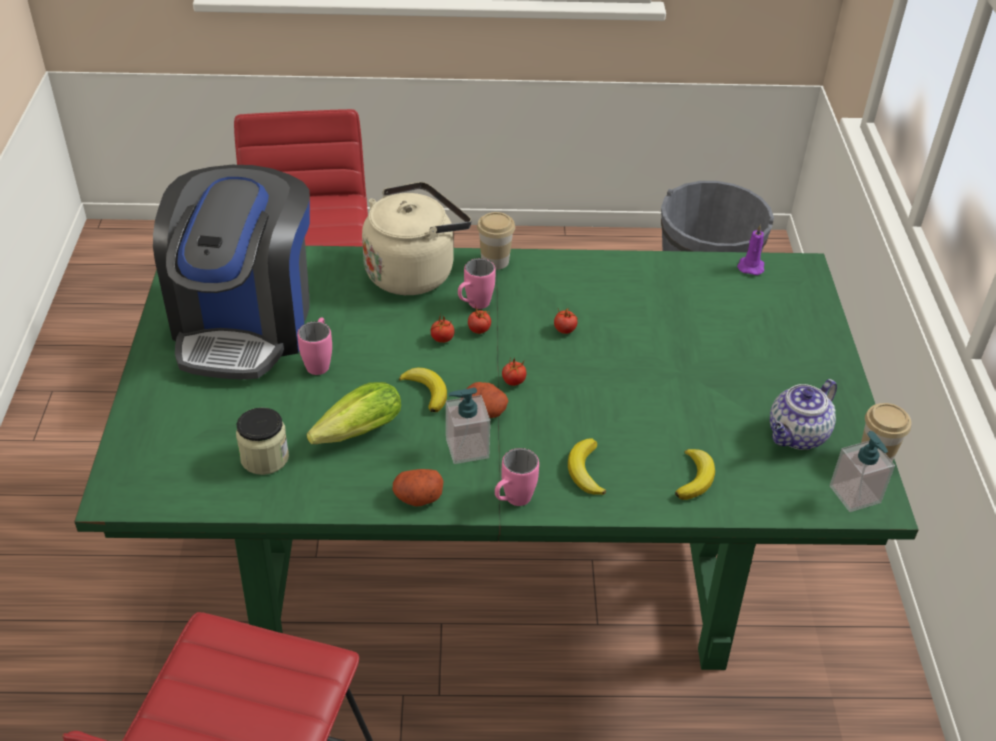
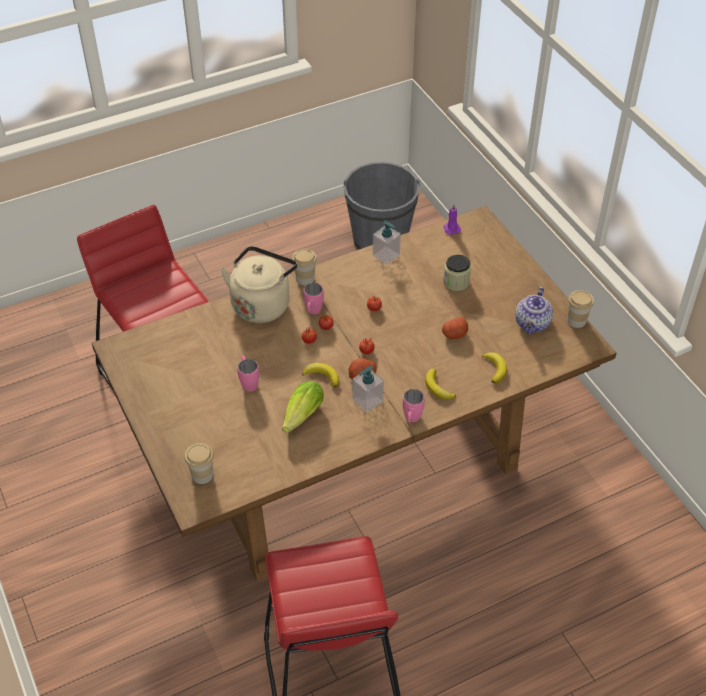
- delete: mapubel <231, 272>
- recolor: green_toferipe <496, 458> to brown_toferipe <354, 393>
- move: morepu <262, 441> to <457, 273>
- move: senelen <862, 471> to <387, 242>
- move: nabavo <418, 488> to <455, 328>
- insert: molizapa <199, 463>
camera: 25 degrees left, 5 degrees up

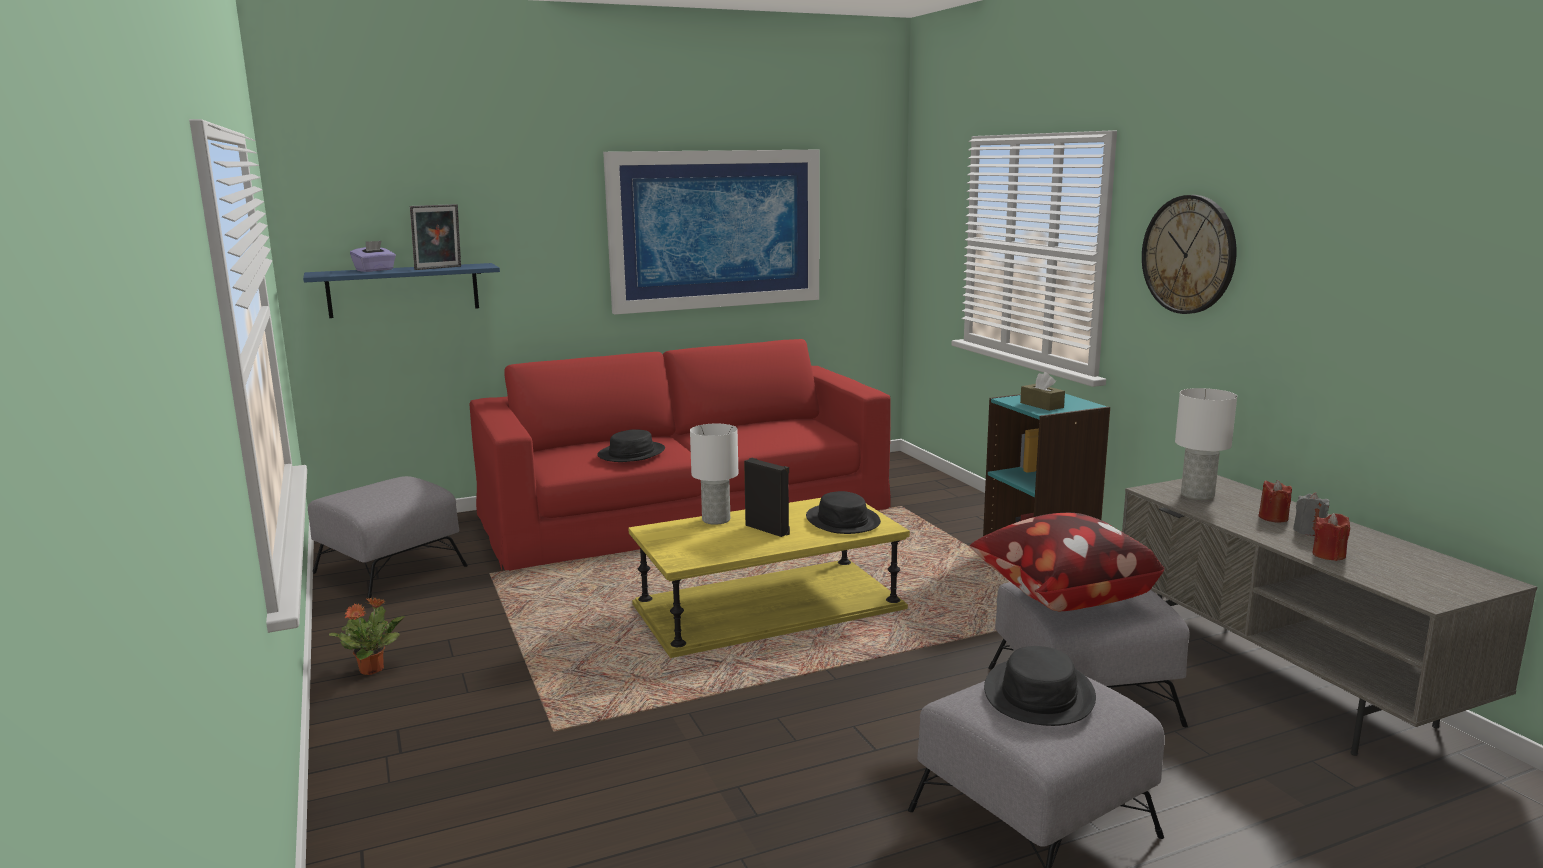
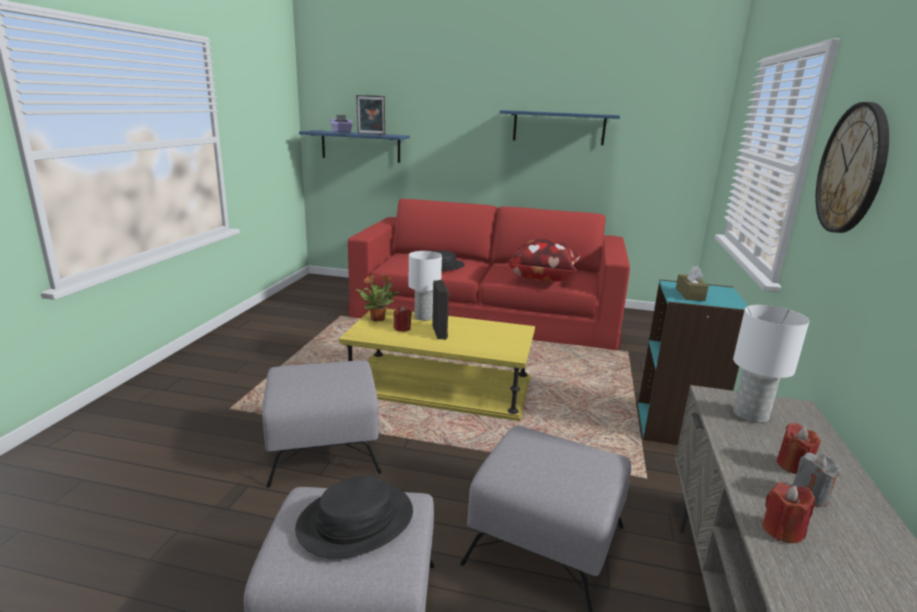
- replace: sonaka <711, 232> to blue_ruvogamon <560, 127>
- move: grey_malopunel <388, 539> to <322, 424>
- delete: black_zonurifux <843, 512>
- move: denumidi <1067, 562> to <543, 260>
- move: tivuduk <367, 636> to <377, 297>
- insert: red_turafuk <402, 319>
camera: 35 degrees right, 5 degrees up

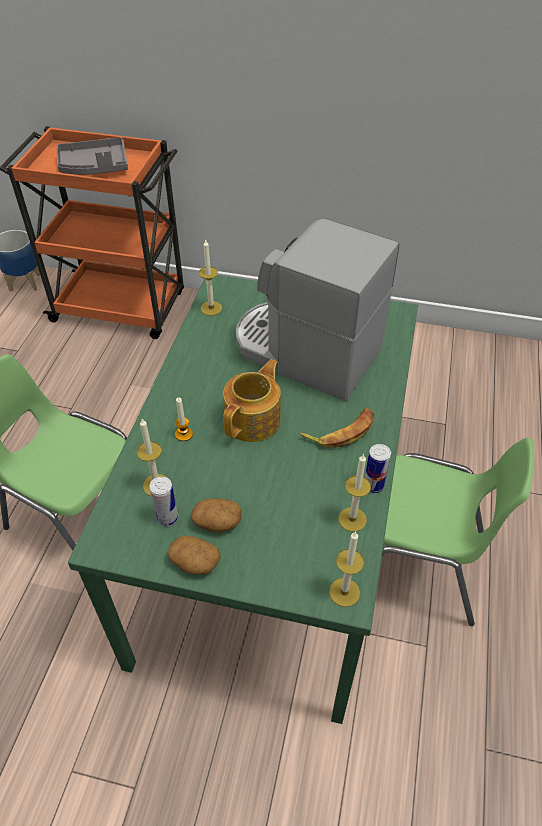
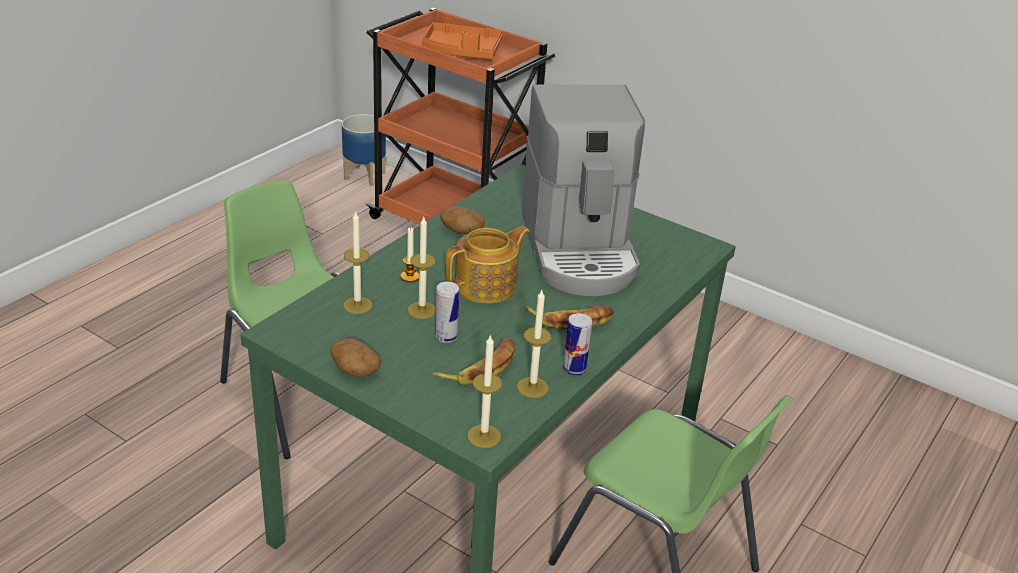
- recolor: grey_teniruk <92, 156> to orange_teniruk <462, 40>
- rotate: mapubel <317, 309> = <583, 190> 150 degrees counterclockwise
- move: turafuk <210, 277> to <421, 268>
- move: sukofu <163, 501> to <447, 312>
- move: nabavo <217, 515> to <462, 220>
- insert: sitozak <474, 361>
camera: 20 degrees right, 15 degrees down

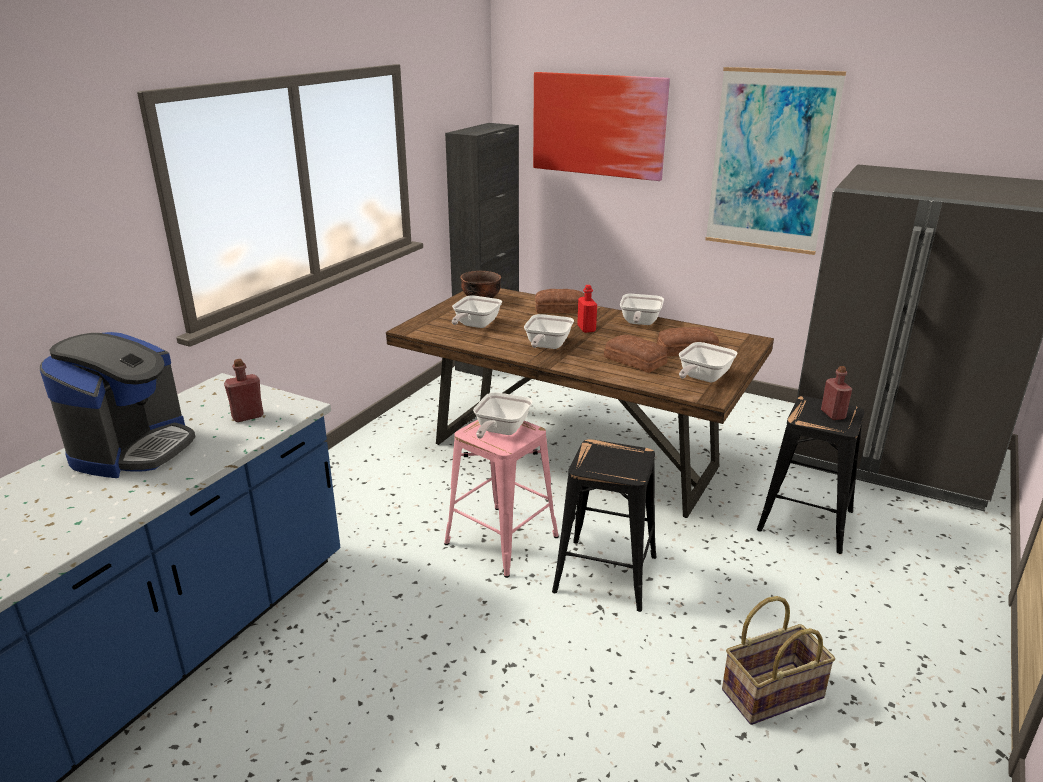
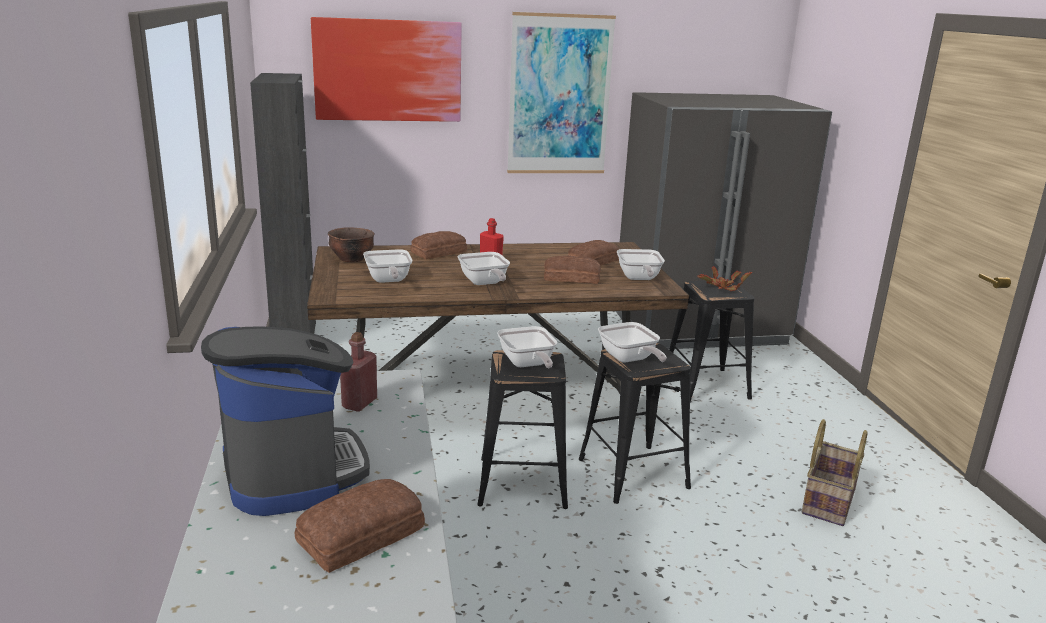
- move: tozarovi <642, 309> to <632, 342>
- replace: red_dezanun <836, 393> to tivuduk <724, 278>
- recolor: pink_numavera <501, 499> to black_numavera <522, 429>
- insert: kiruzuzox <359, 526>
camera: 40 degrees left, 5 degrees down

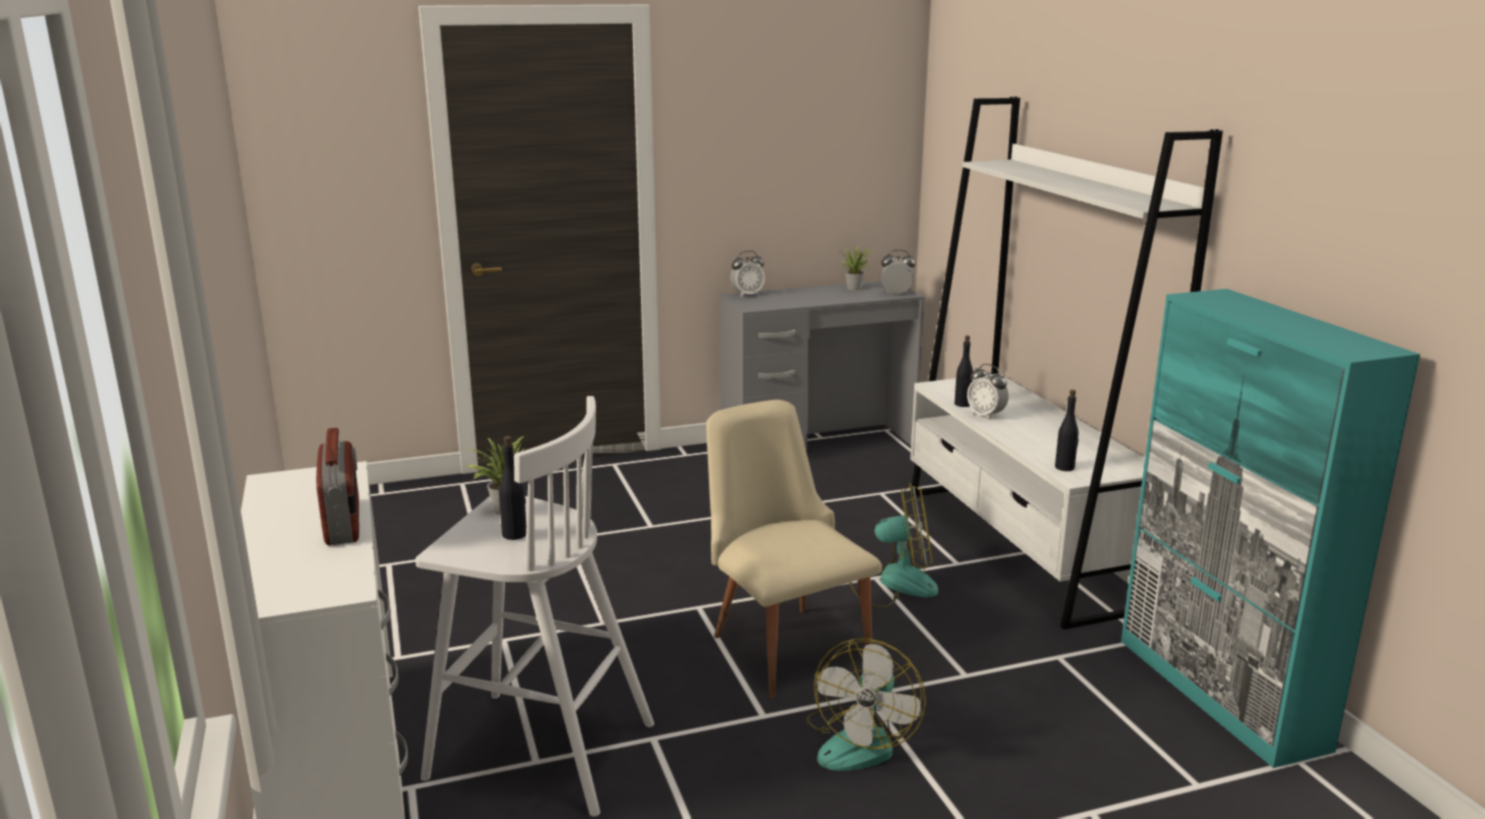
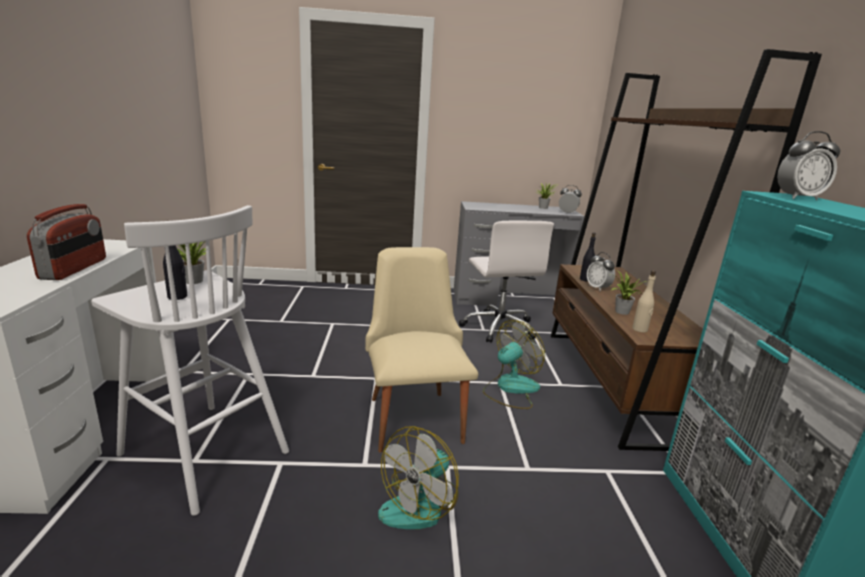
- recolor: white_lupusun <1066, 363> to brown_lupusun <686, 250>
- move: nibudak <747, 274> to <808, 165>
- recolor: black_dezanun <1067, 430> to beige_dezanun <644, 301>
- rotate: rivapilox <893, 545> = <514, 364> 60 degrees counterclockwise
- insert: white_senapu <506, 282>
- insert: tivuduk <629, 292>
camera: 15 degrees right, 0 degrees up

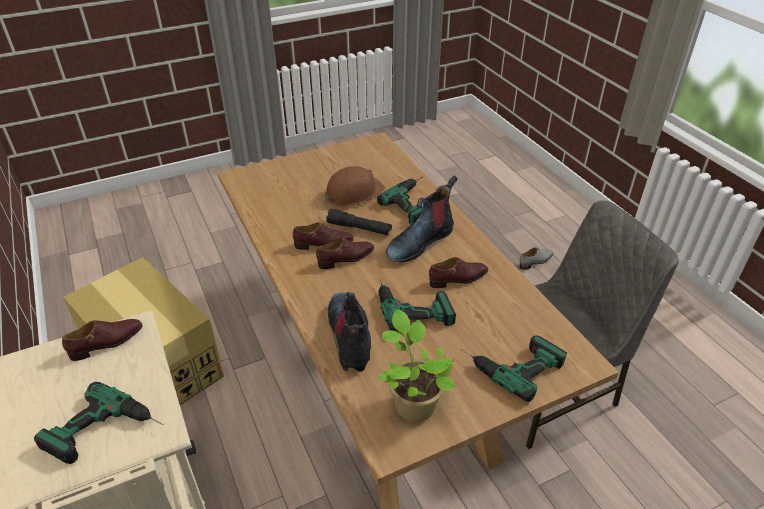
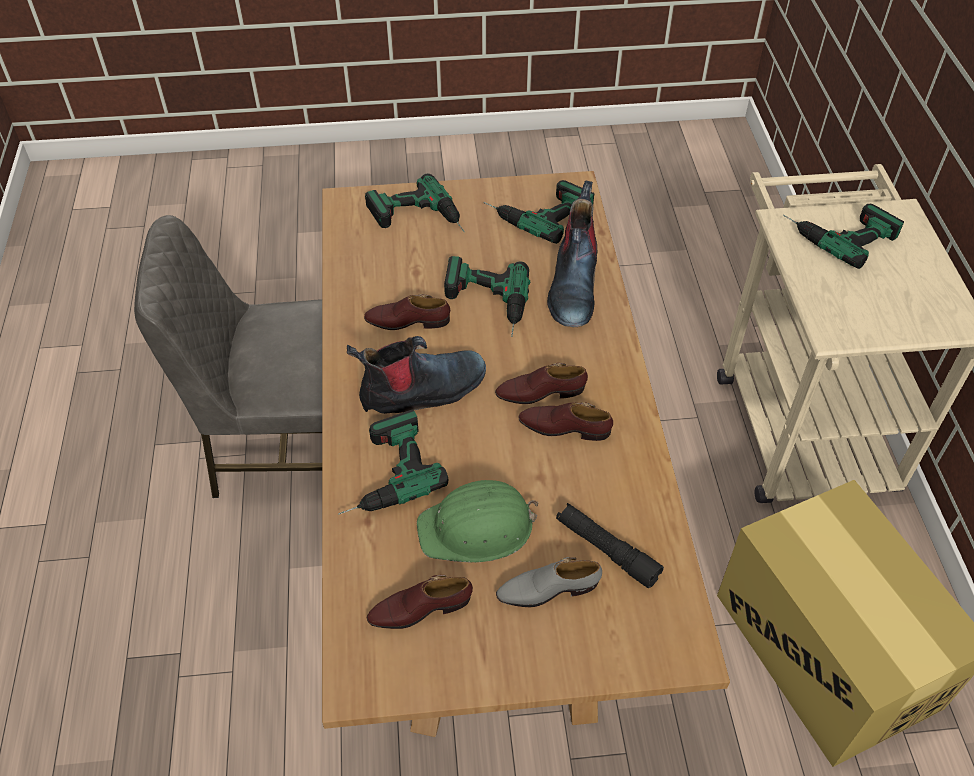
- recolor: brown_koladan <354, 186> to green_koladan <477, 521>
- move: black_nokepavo <359, 222> to <610, 545>
- move: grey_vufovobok <537, 258> to <549, 582>
- replace: tivuduk <416, 365> to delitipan <539, 212>
- move: brown_vufovobok <102, 340> to <420, 602>
camera: 160 degrees left, 10 degrees up

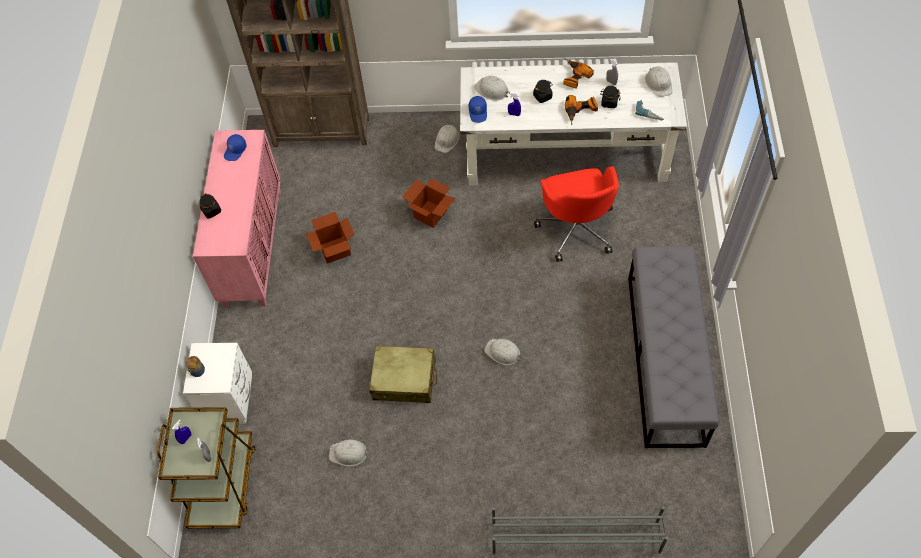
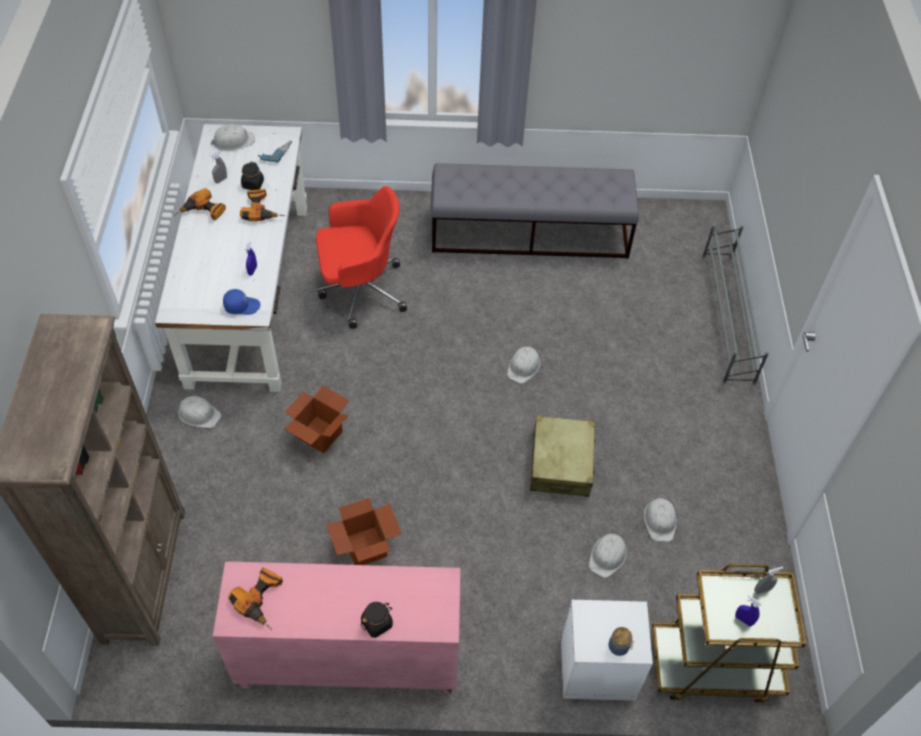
- move: white_koladan <492, 88> to <608, 555>
- delete: black_morepu <543, 91>
- replace: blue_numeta <235, 147> to delitipan <255, 598>
camera: 95 degrees left, 5 degrees down

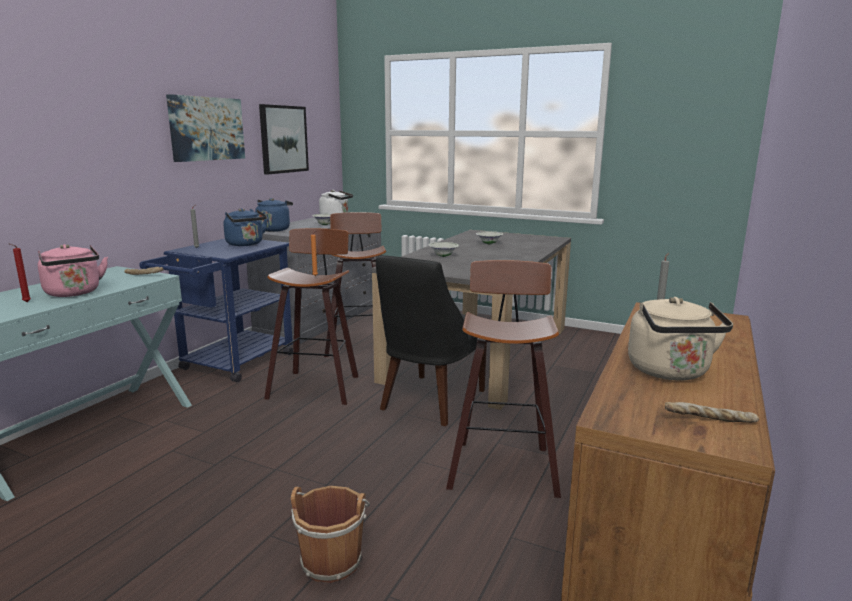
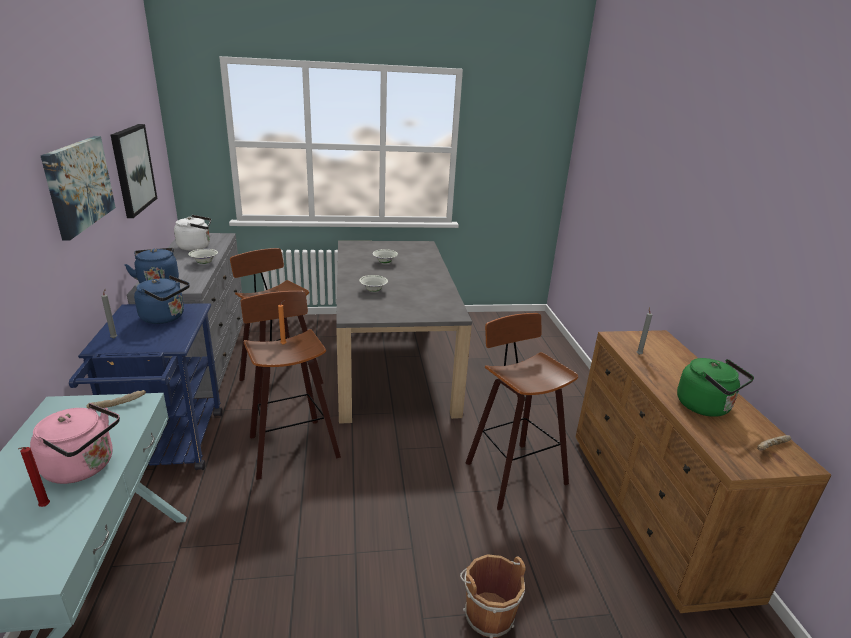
- delete: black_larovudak <431, 340>
- recolor: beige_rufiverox <680, 339> to green_rufiverox <715, 387>
camera: 35 degrees left, 10 degrees up

